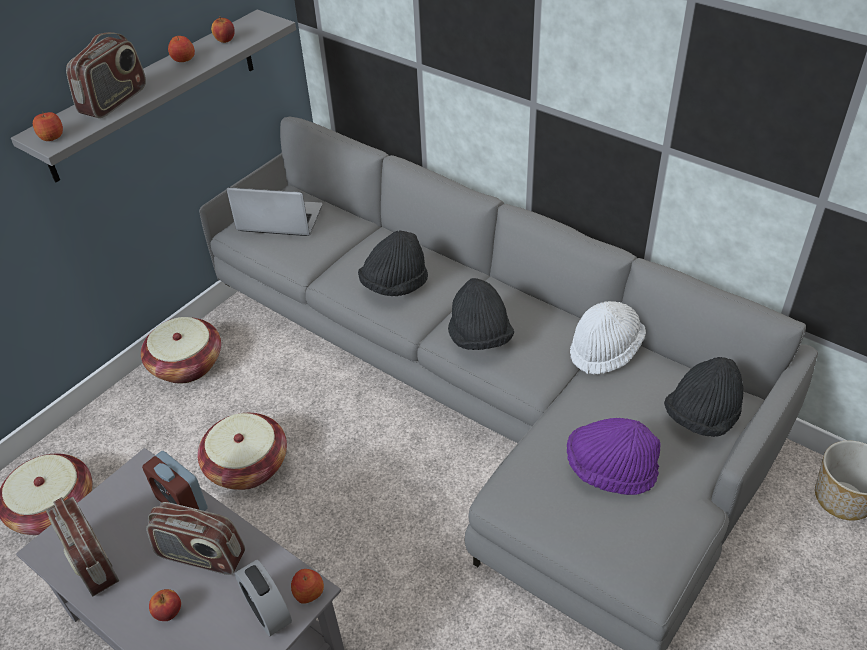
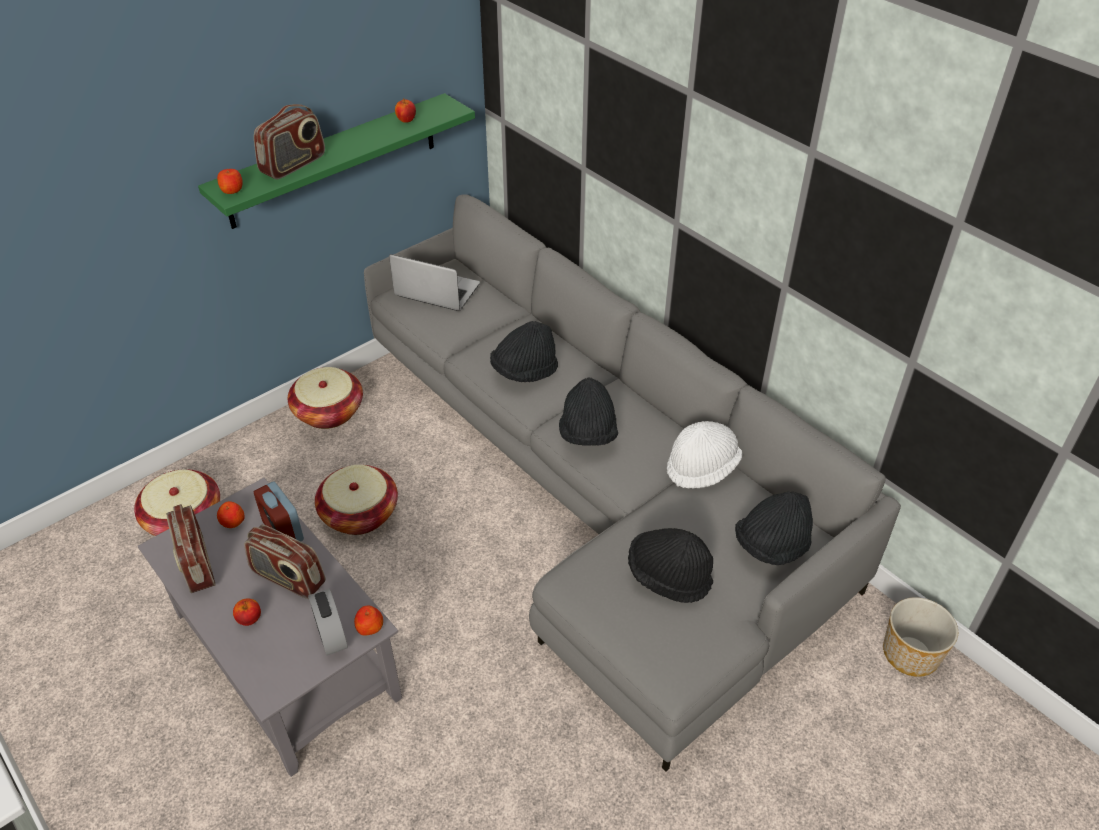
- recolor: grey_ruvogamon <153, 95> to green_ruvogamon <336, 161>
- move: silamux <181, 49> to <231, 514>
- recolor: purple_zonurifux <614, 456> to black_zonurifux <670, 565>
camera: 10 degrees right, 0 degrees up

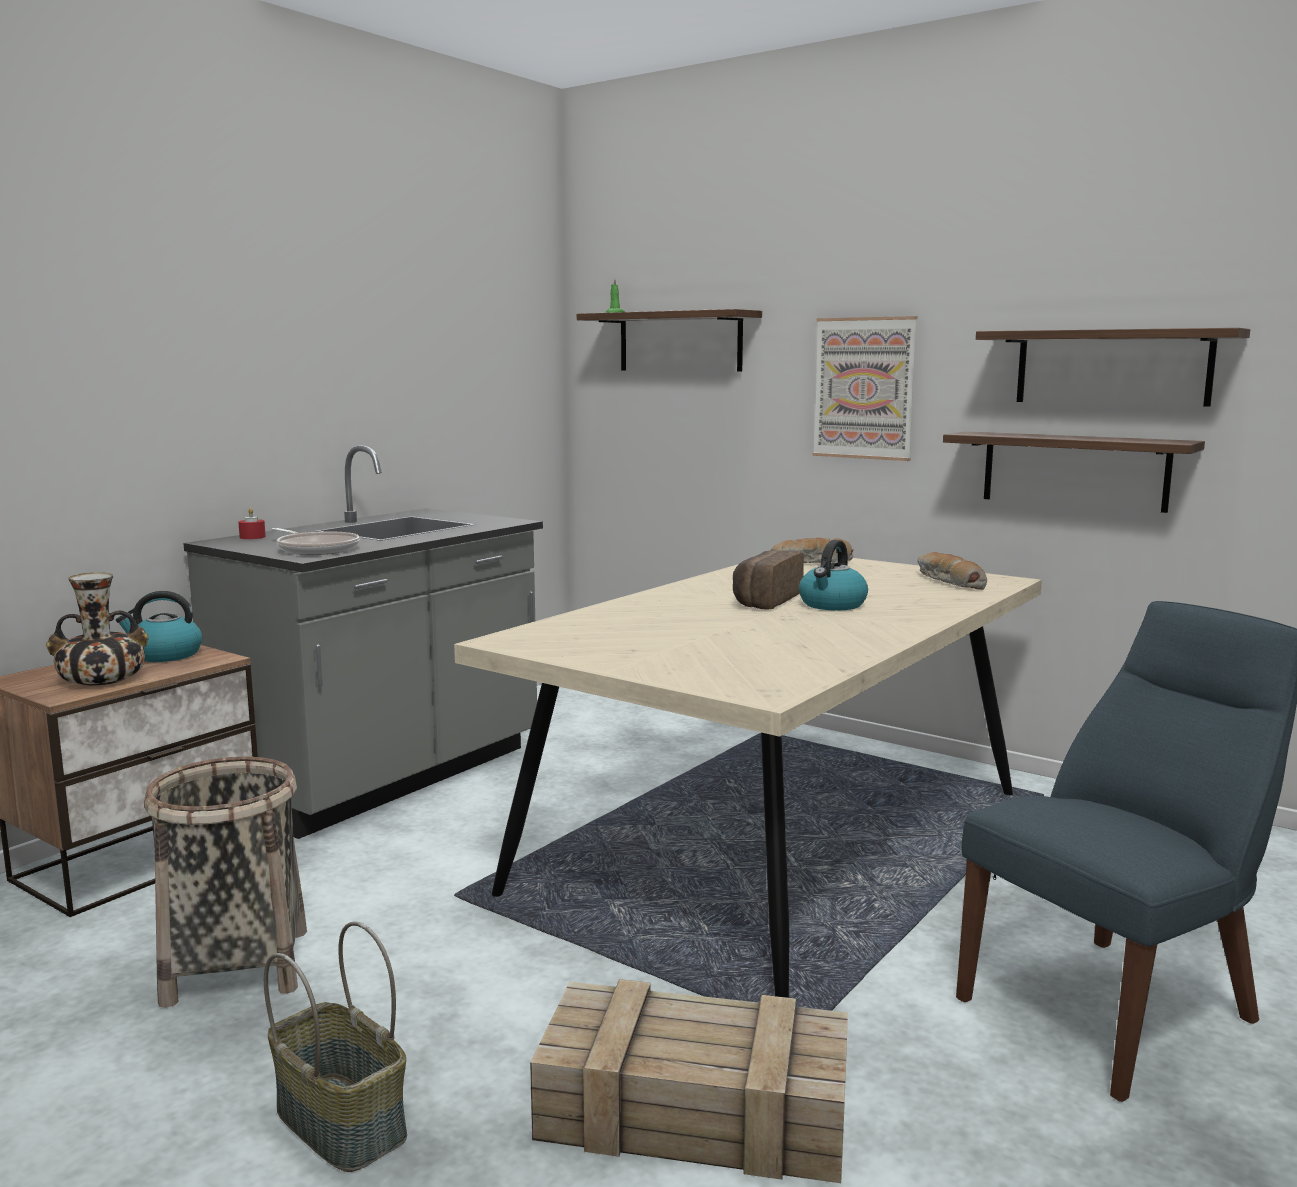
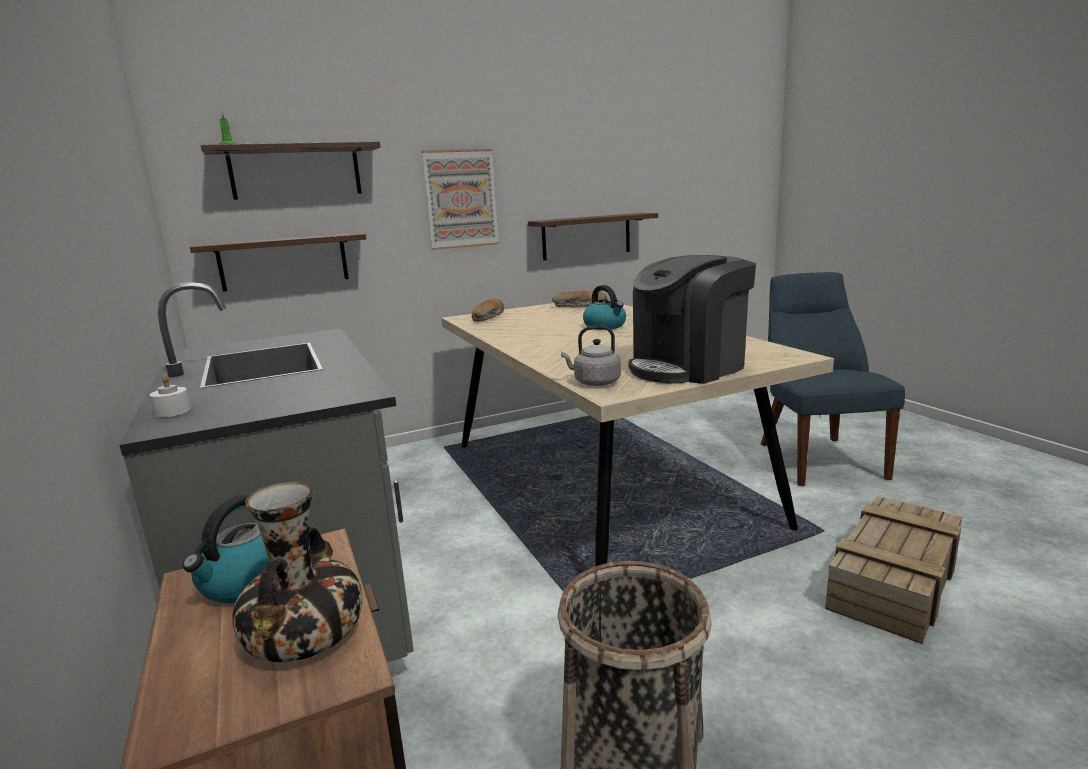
- move: ruvogamon <1113, 367> to <278, 262>
- recolor: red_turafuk <252, 523> to white_turafuk <170, 396>
- delete: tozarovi <315, 541>
- delete: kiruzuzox <768, 579>
- delete: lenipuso <335, 1046>
- insert: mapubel <692, 319>
- insert: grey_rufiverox <591, 356>
camera: 60 degrees left, 5 degrees up

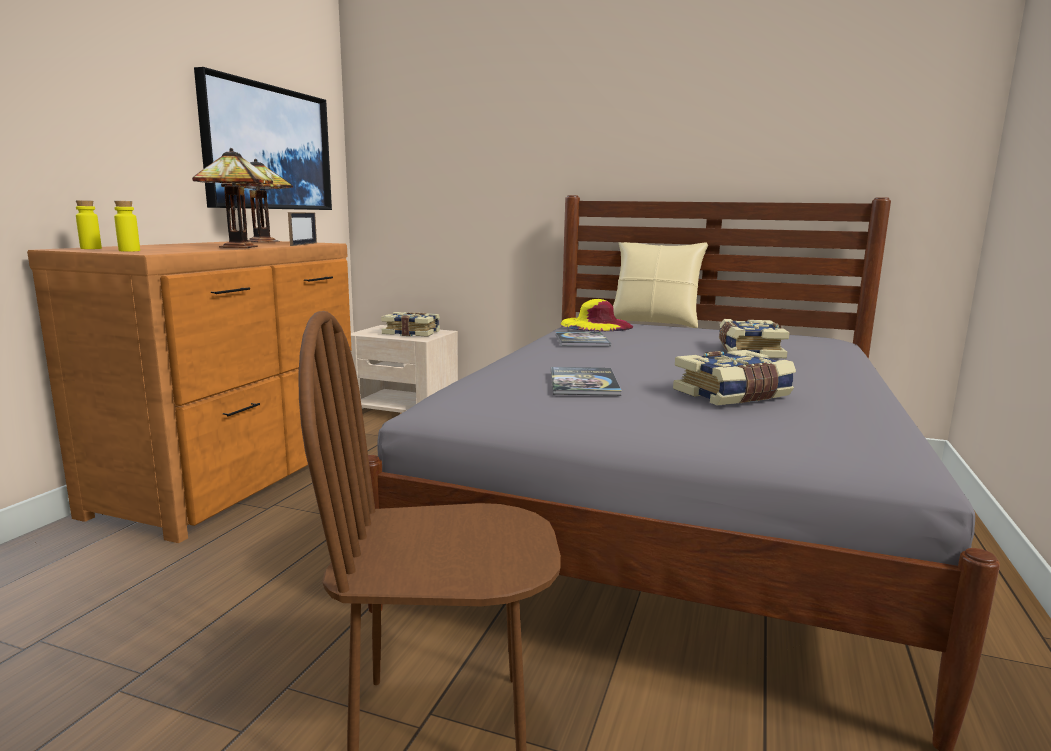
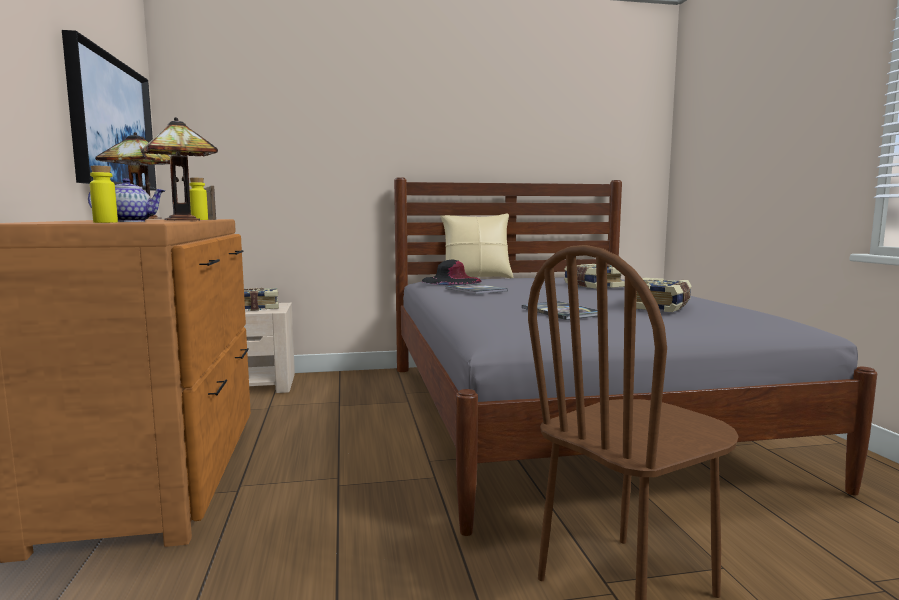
- move: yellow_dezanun <89, 224> to <198, 199>
- recolor: yellow_zonurifux <597, 315> to black_zonurifux <451, 272>
- insert: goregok <127, 200>
camera: 30 degrees left, 5 degrees down

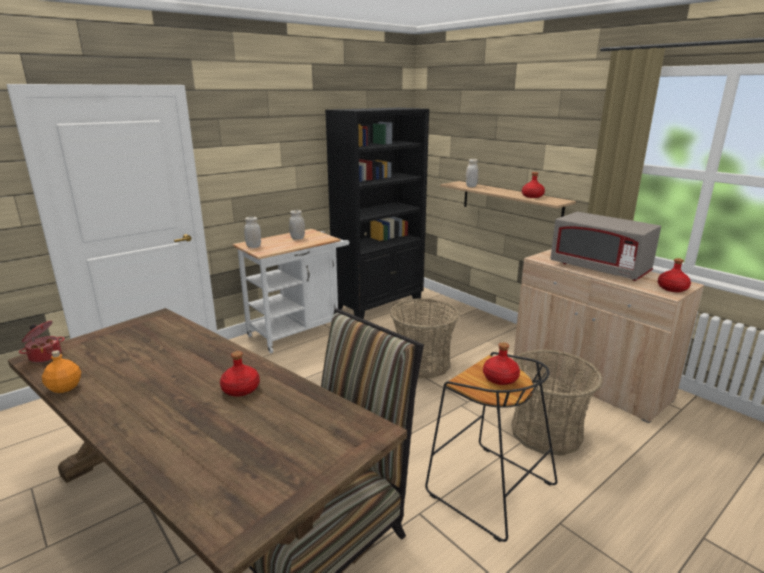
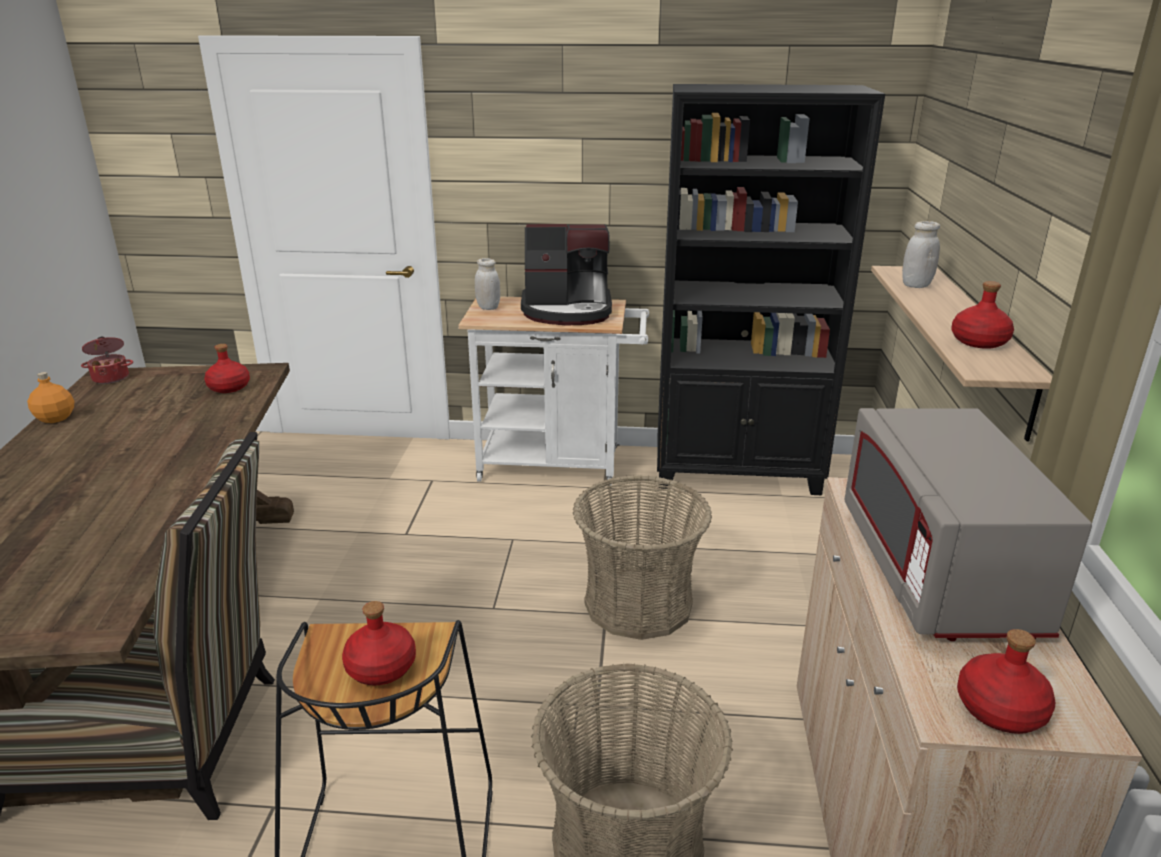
- replace: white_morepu <297, 225> to mapubel <566, 274>
- move: red_dezanun <240, 373> to <227, 368>
camera: 45 degrees right, 5 degrees up

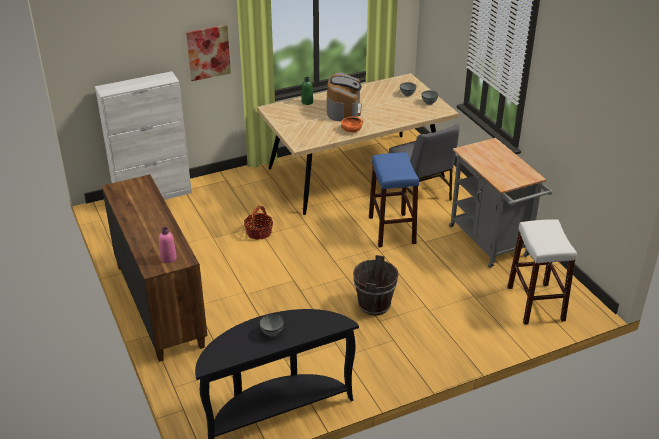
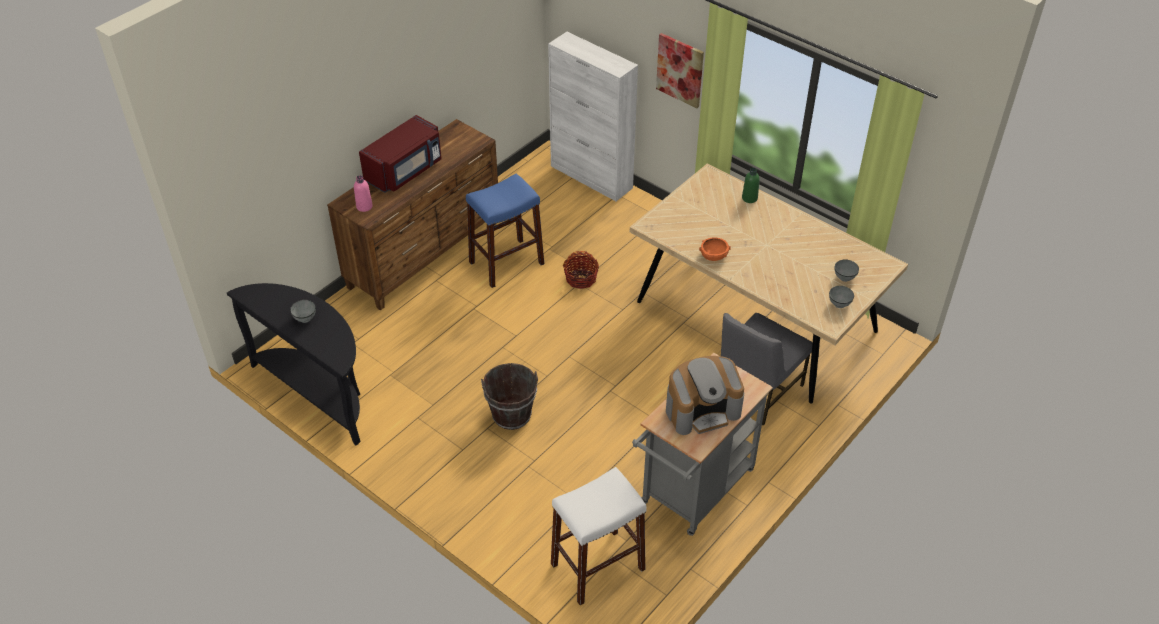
- move: mapubel <344, 96> to <705, 395>
- move: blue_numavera <394, 199> to <505, 231>
- insert: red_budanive <400, 154>
camera: 65 degrees right, 10 degrees up

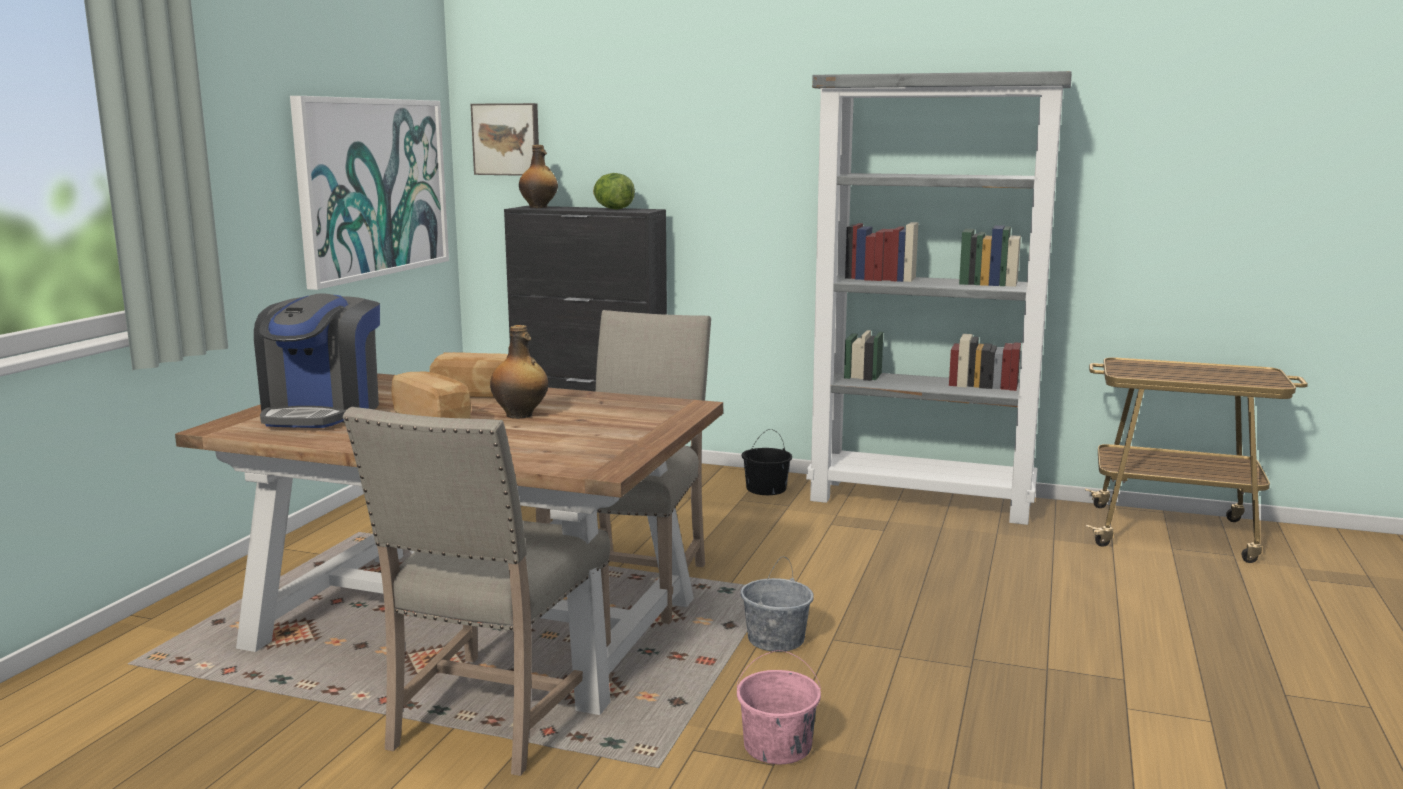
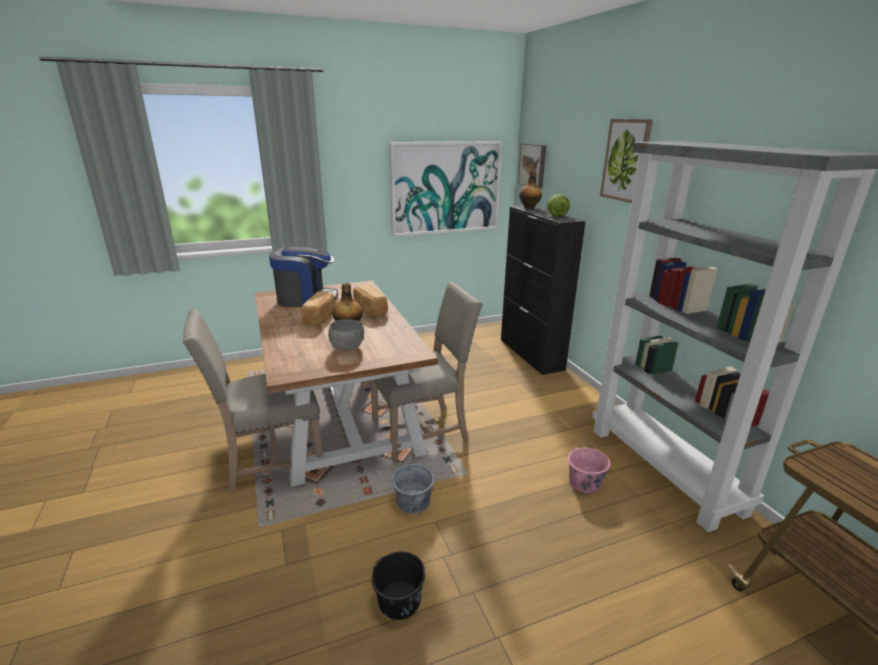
- rotate: mapubel <317, 361> = <303, 277> 150 degrees counterclockwise
- move: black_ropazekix <767, 462> to <399, 586>
- move: pink_ropazekix <779, 707> to <589, 467>
- insert: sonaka <626, 161>
- insert: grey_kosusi <346, 334>
camera: 50 degrees right, 10 degrees up

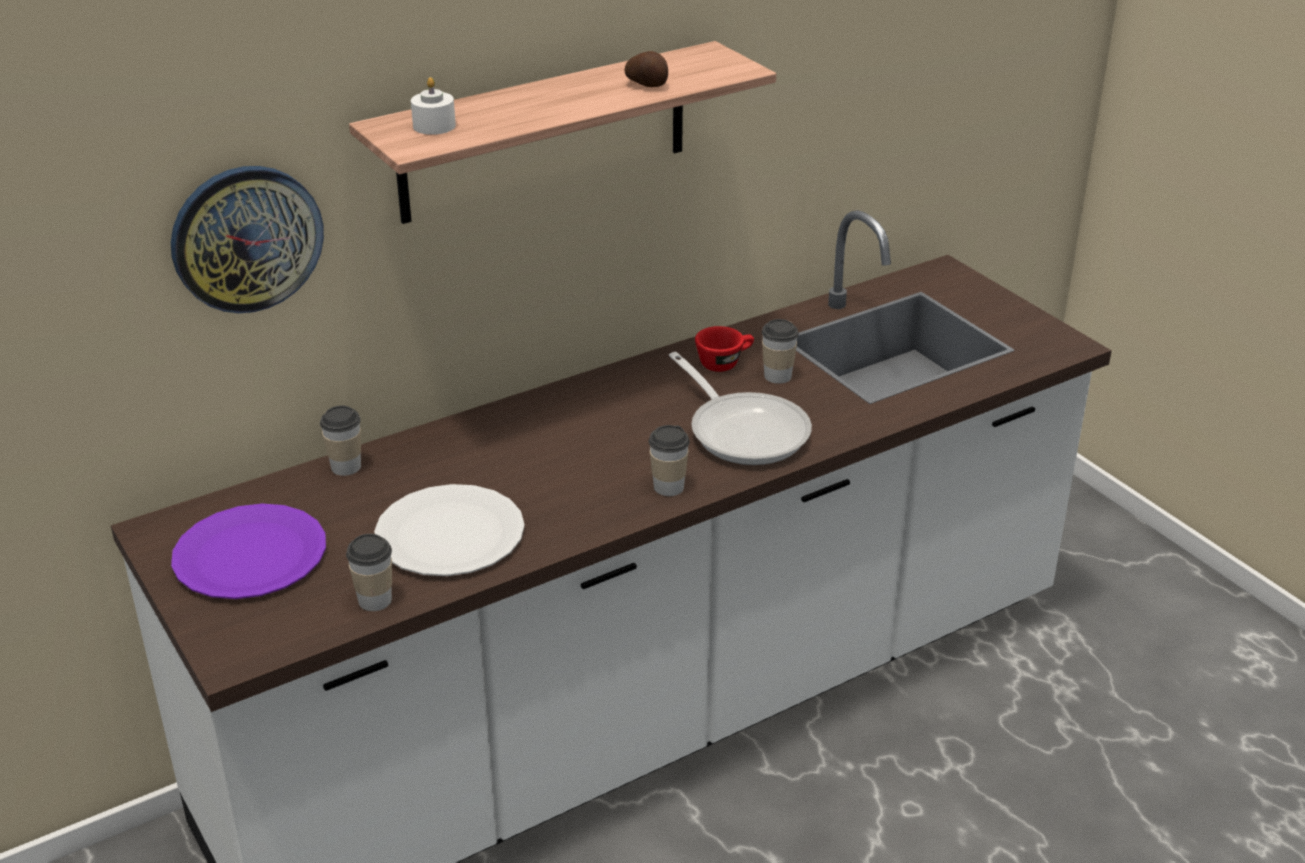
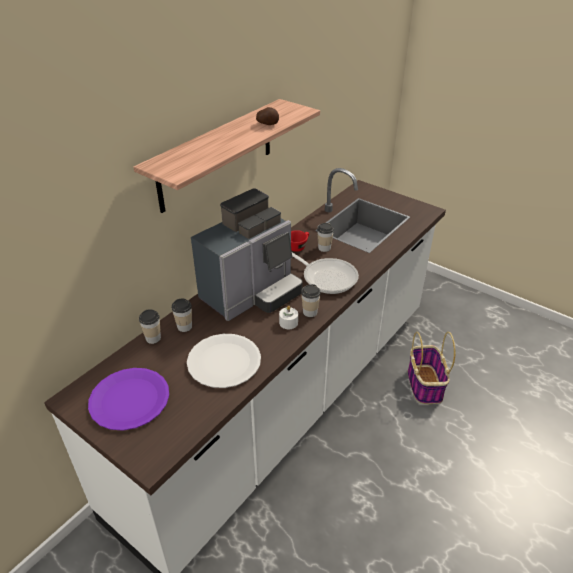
- move: white_turafuk <433, 106> to <288, 317>
- delete: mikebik <247, 239>
- move: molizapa <369, 572> to <182, 315>
- insert: mapubel <247, 254>
- insert: lenipuso <431, 368>
camera: 20 degrees left, 5 degrees up

